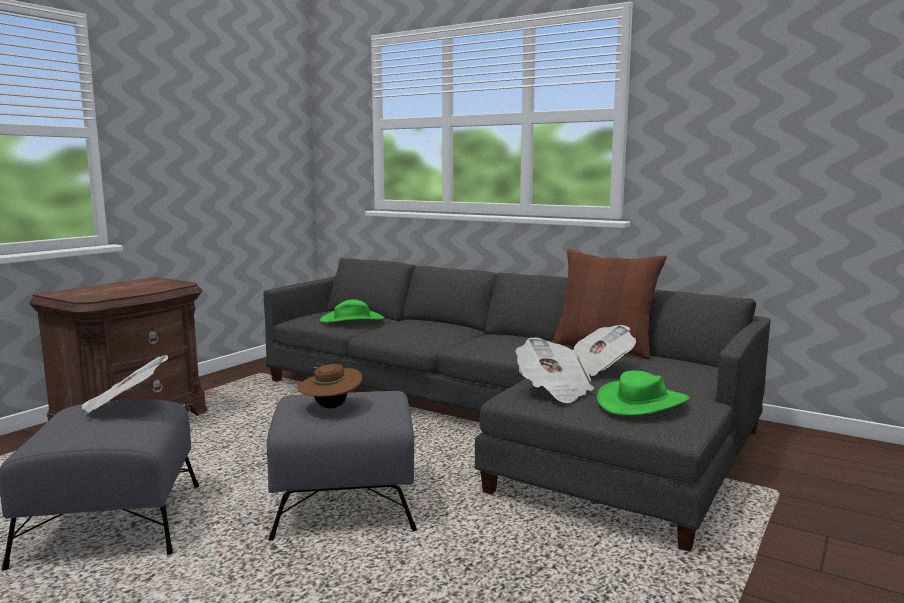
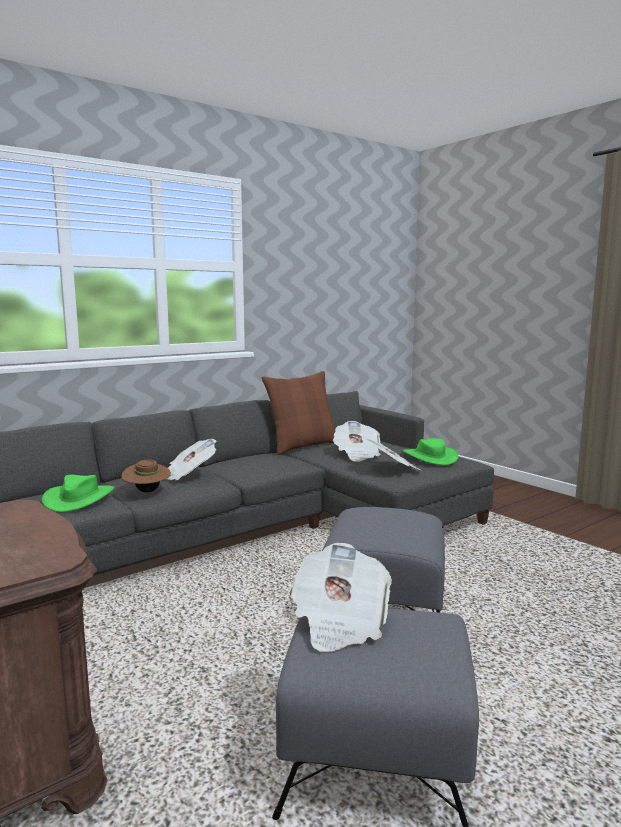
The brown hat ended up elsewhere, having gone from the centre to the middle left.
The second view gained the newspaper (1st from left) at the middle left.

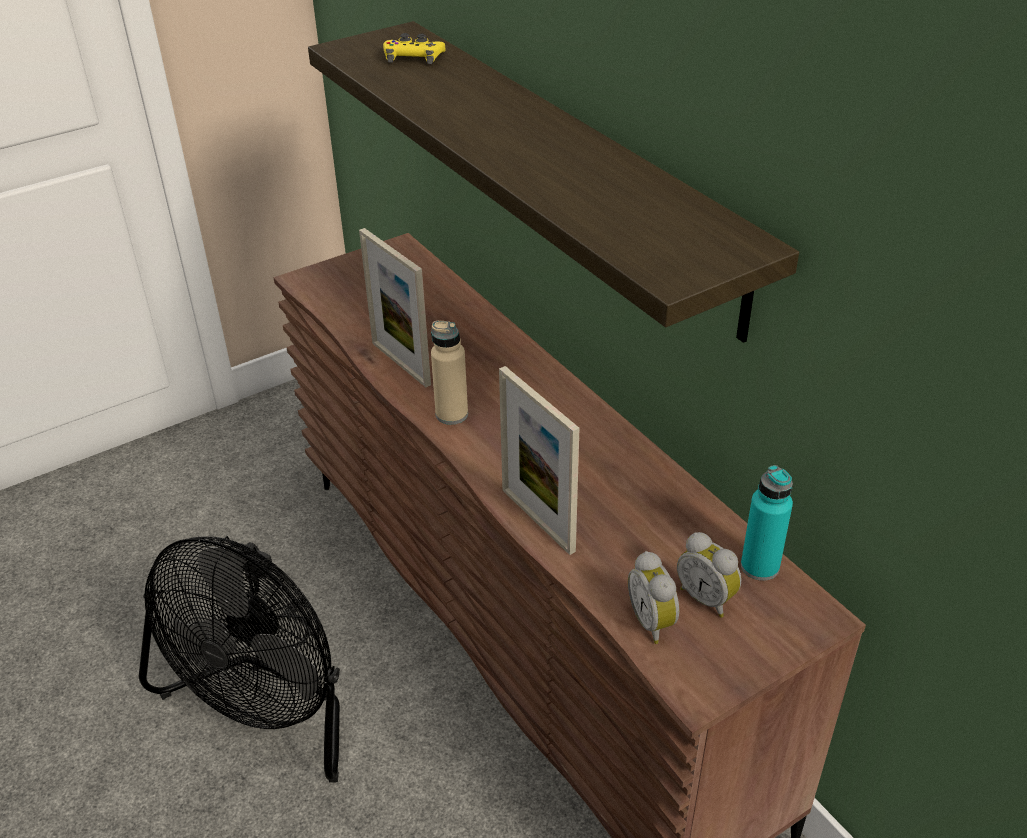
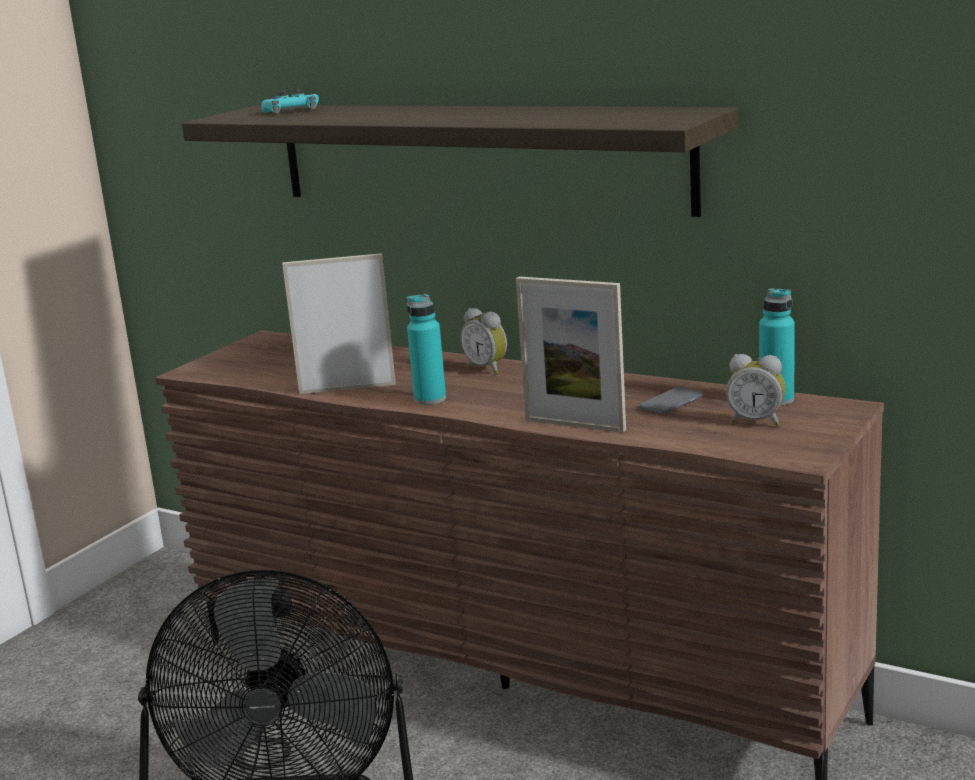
The picture frame (1st from left) at the centre ended up facing another way, 150 degrees clockwise from before.
What was the yellow game controller at the top centre turned into the turquoise game controller at the top left.
What was the beige bottle at the centre turned into the turquoise bottle (1st from left) at the centre.
The alarm clock (1st from left) ended up elsewhere, having gone from the bottom centre to the centre.
The second view gained the phone at the middle right.

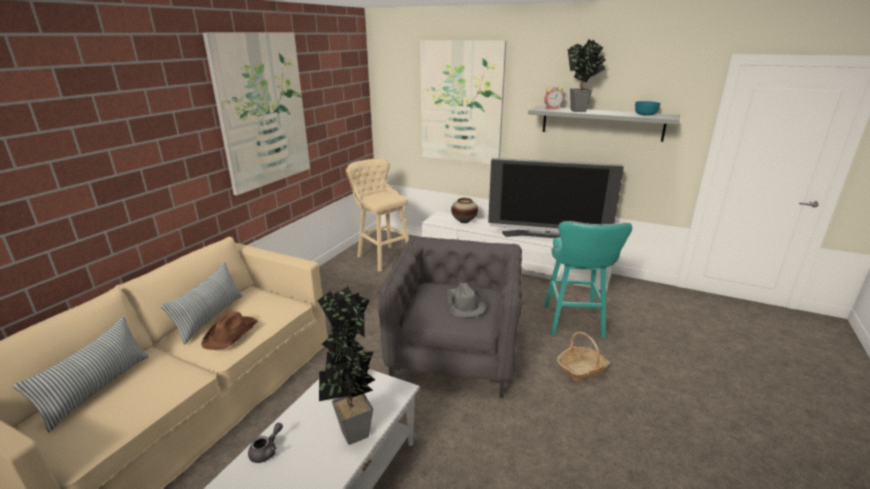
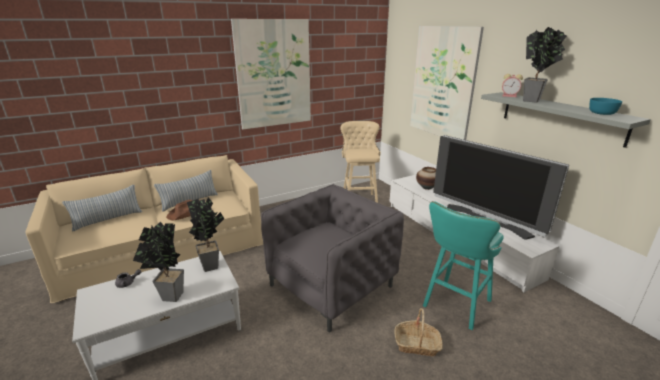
The second view lost the grey hat at the centre.

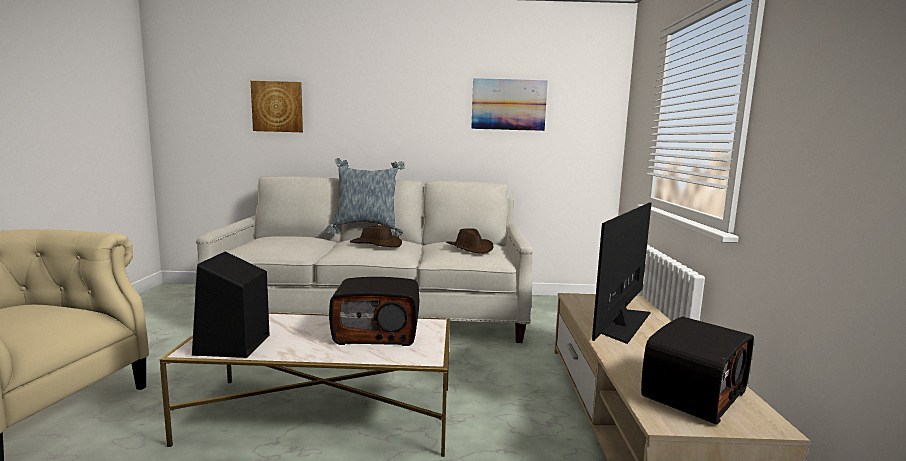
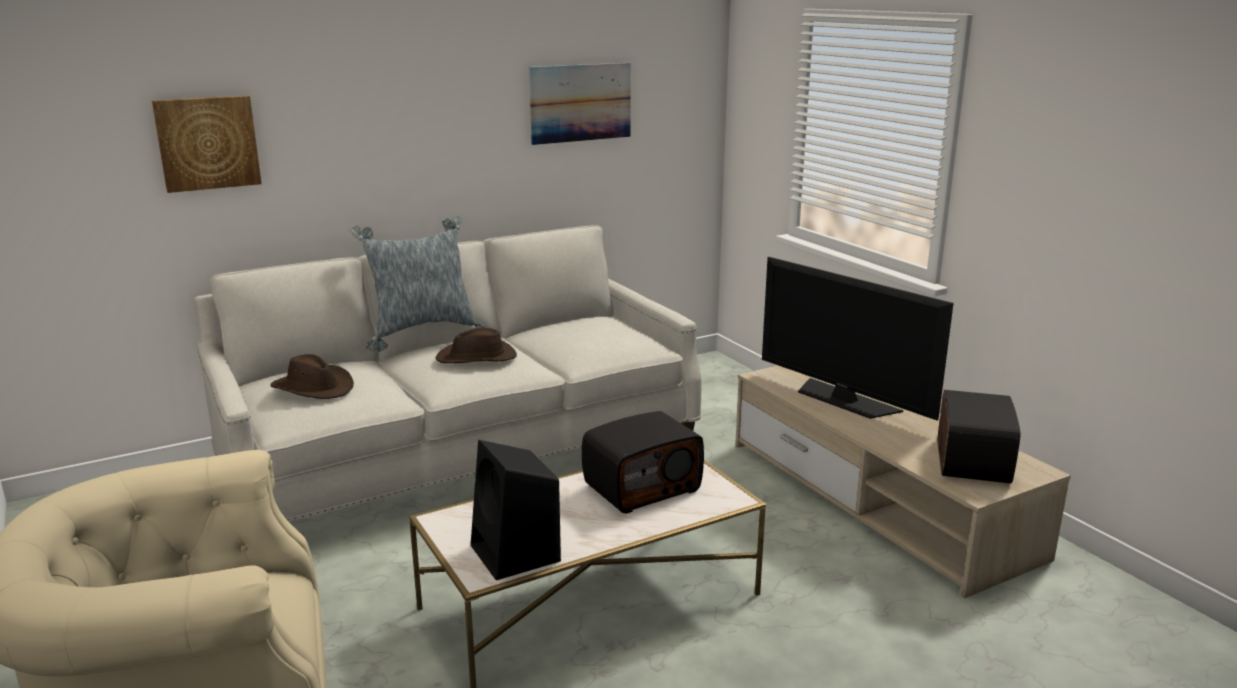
The brown hat (2nd from left in the first image) ended up elsewhere, having gone from the centre to the middle left.
The television at the middle right ended up facing another way, 45 degrees counterclockwise from before.

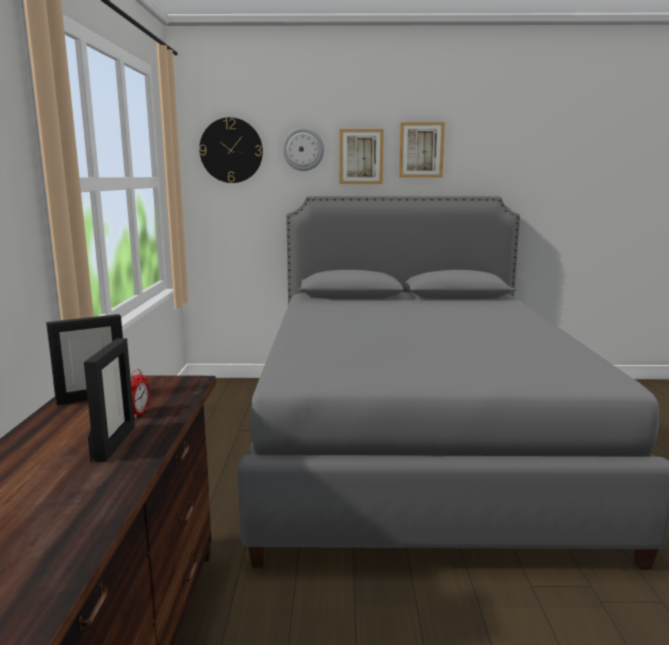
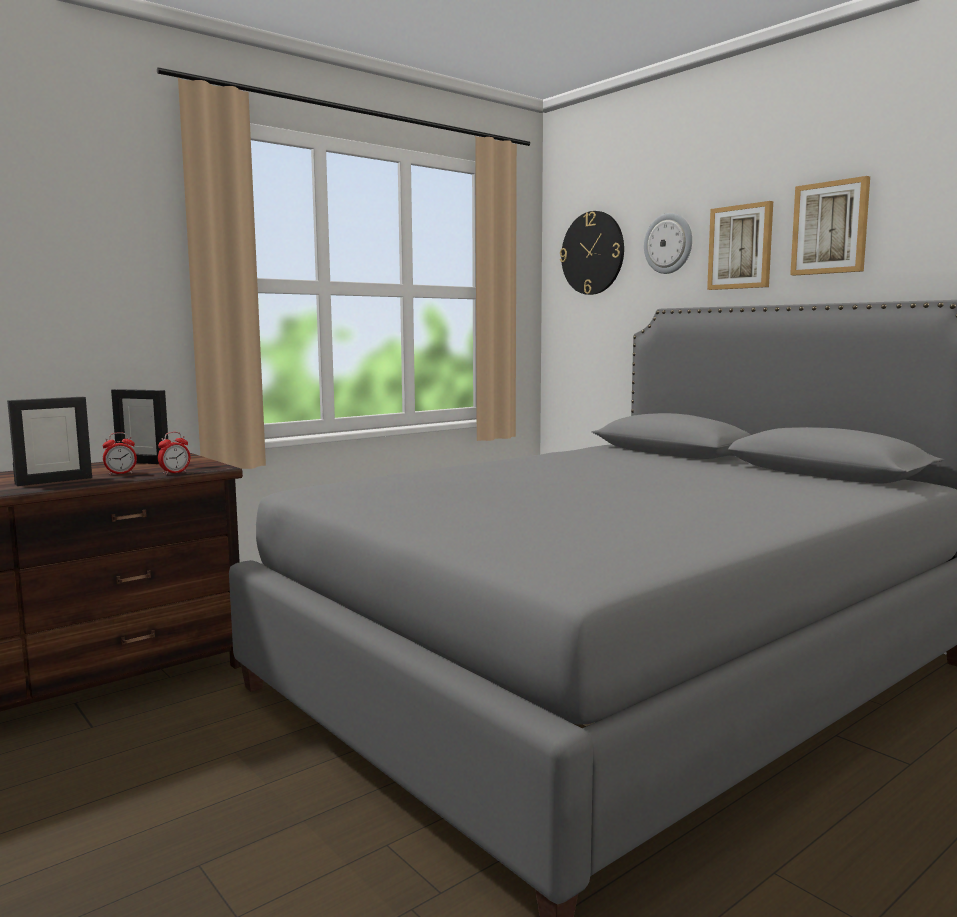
The second view gained the alarm clock (2nd from left) at the middle left.

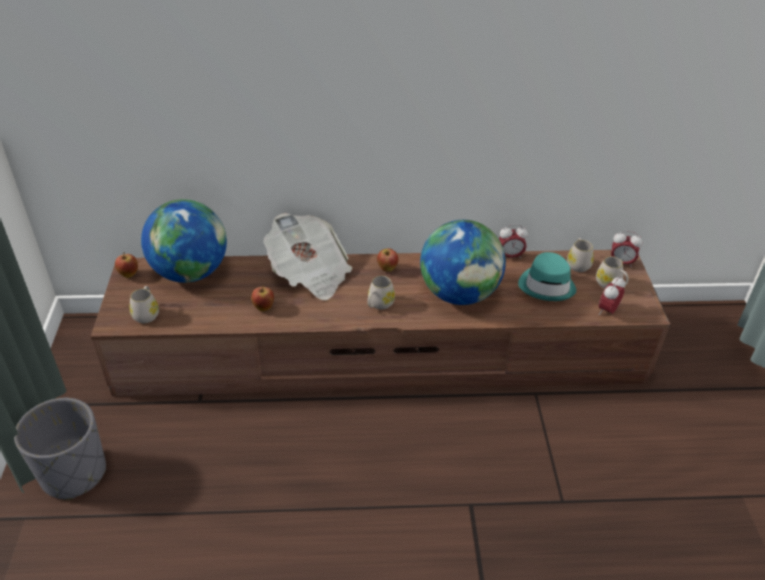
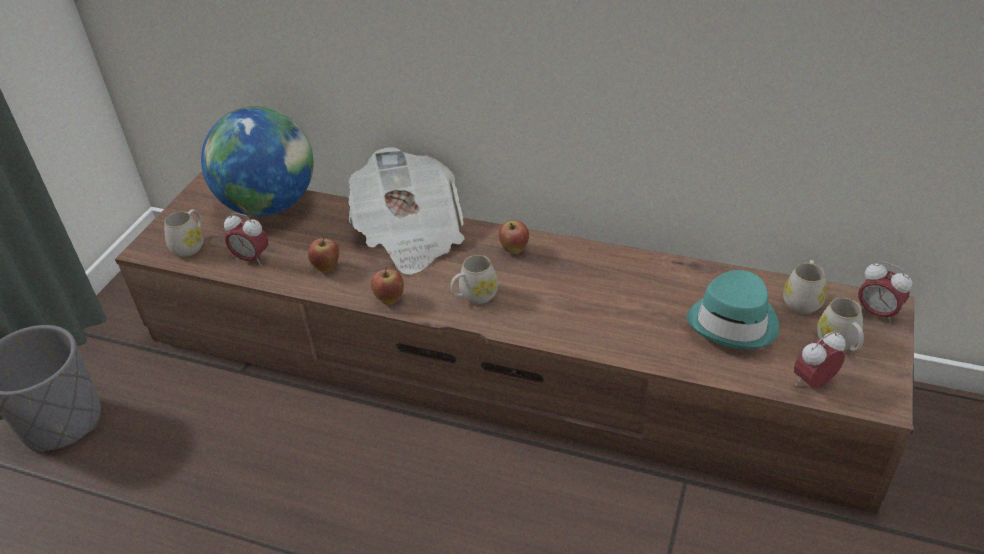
The apple (1st from left in the first image) ended up elsewhere, having gone from the middle left to the centre.
The second view lost the globe (2nd from left) at the centre.
The alarm clock (1st from left) ended up elsewhere, having gone from the middle right to the middle left.

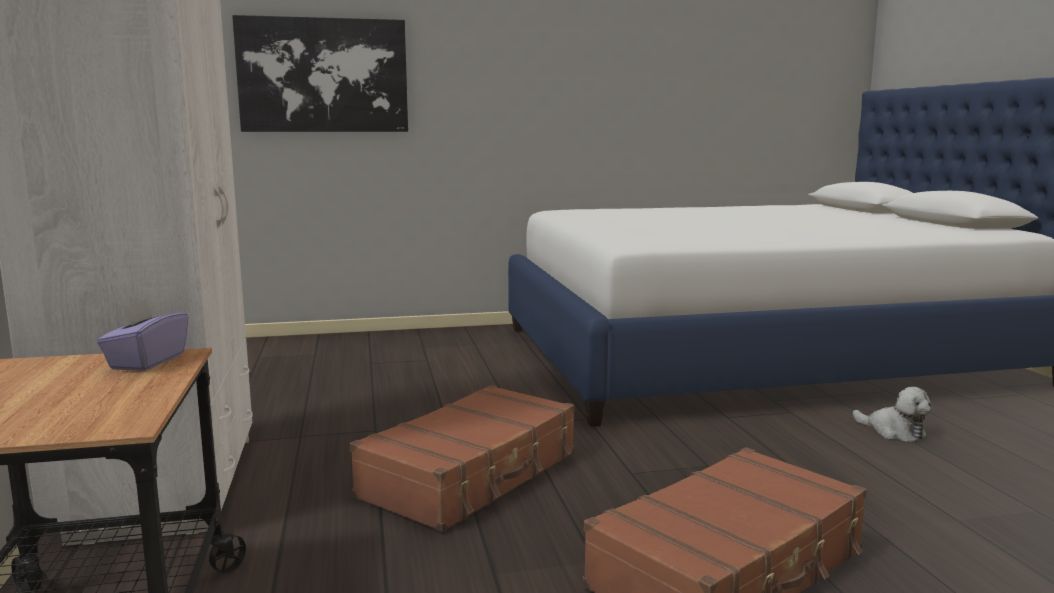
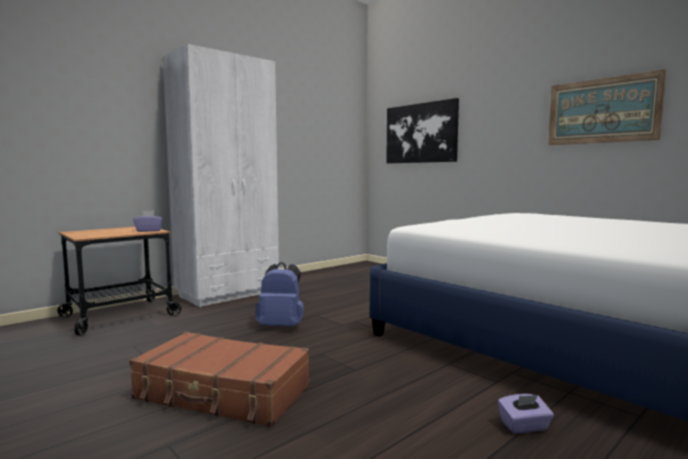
Where the brown suitcase (1st from left) stood at the bottom centre, the blue backpack came to stand at the centre.
Where the plush toy stood at the bottom right, the purple tissue box (2nd from left) came to stand at the bottom right.
The second view gained the picture (2nd from left) at the top right.

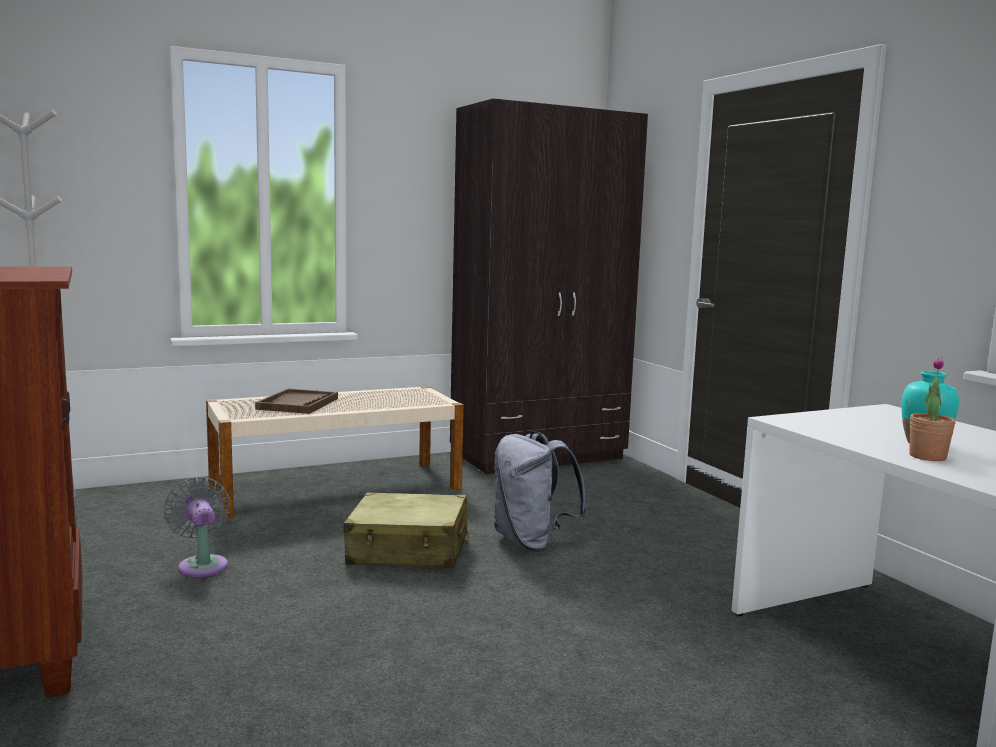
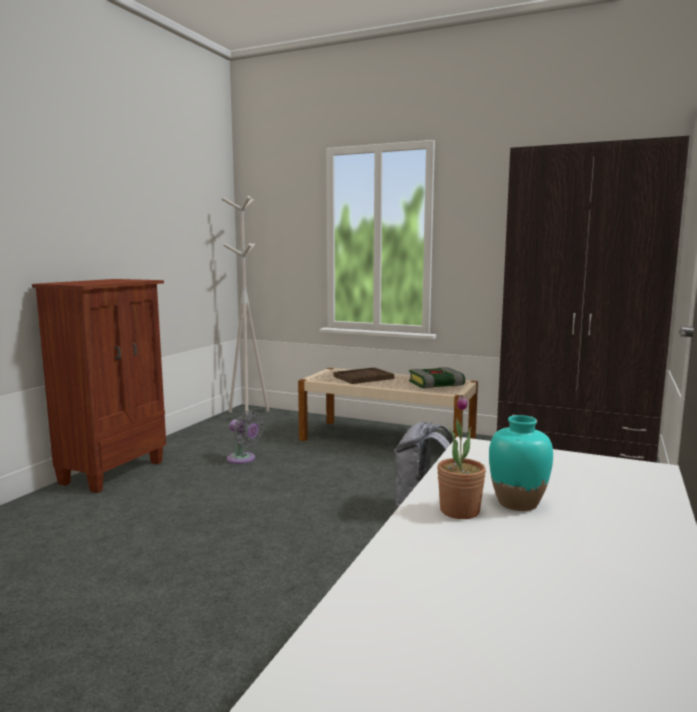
The grey fan at the bottom left ended up facing another way, 105 degrees clockwise from before.
The second view lost the beige suitcase at the bottom centre.
The second view gained the book at the centre.

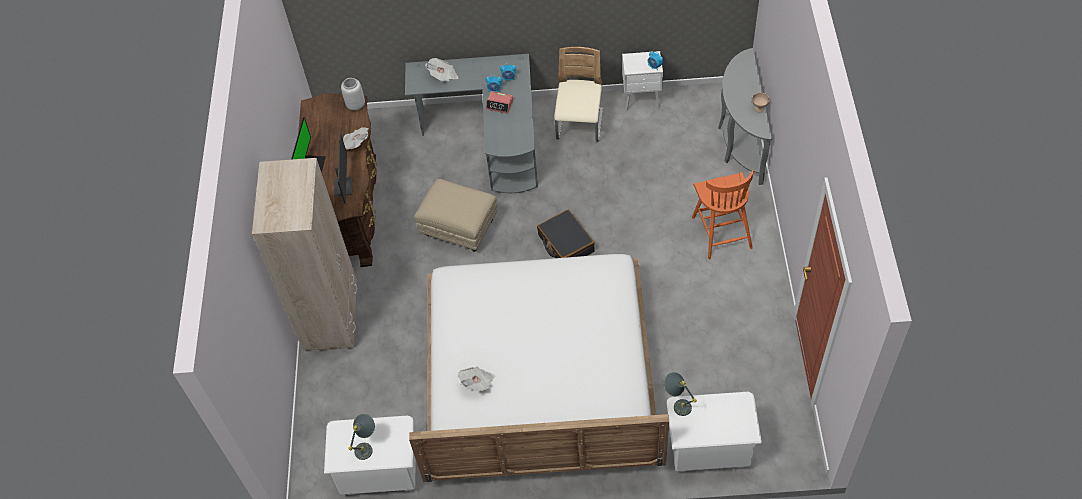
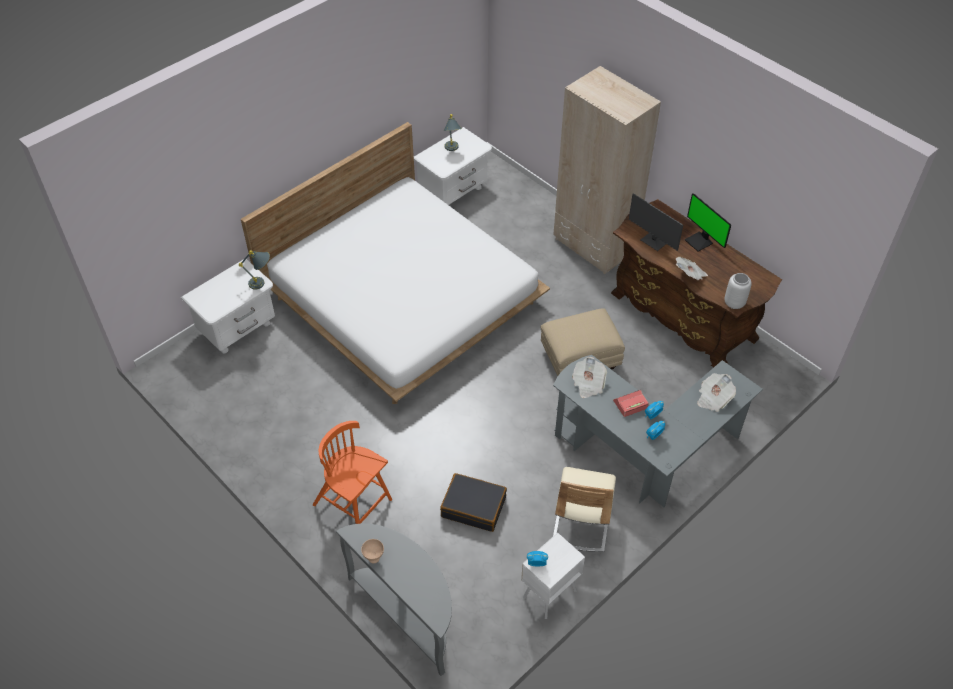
The newspaper (3rd from left in the first image) ended up elsewhere, having gone from the bottom centre to the centre.
The black suitcase ended up elsewhere, having gone from the centre to the bottom centre.
The beige chair at the top centre ended up facing another way, 45 degrees clockwise from before.

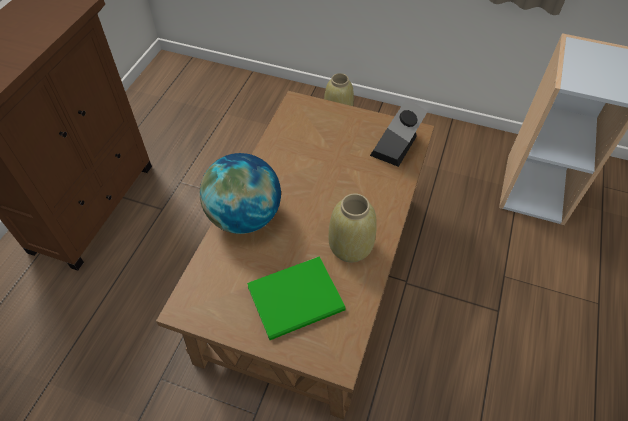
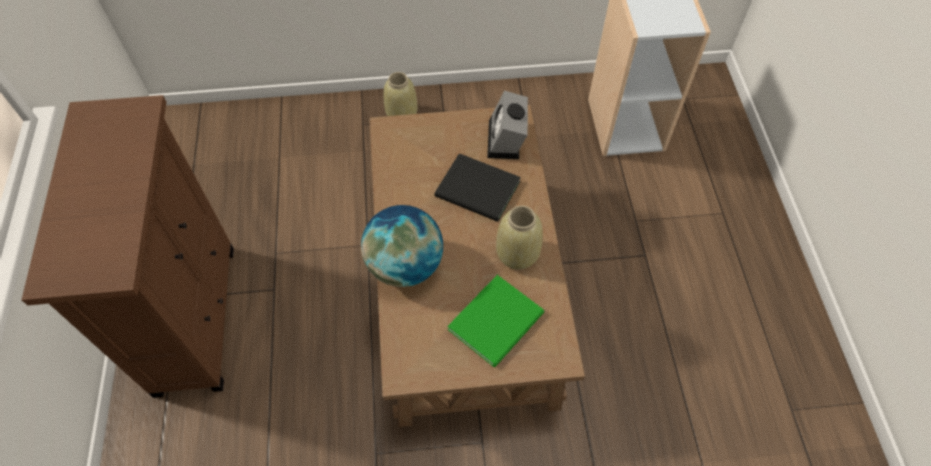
The second view gained the black book at the centre.

